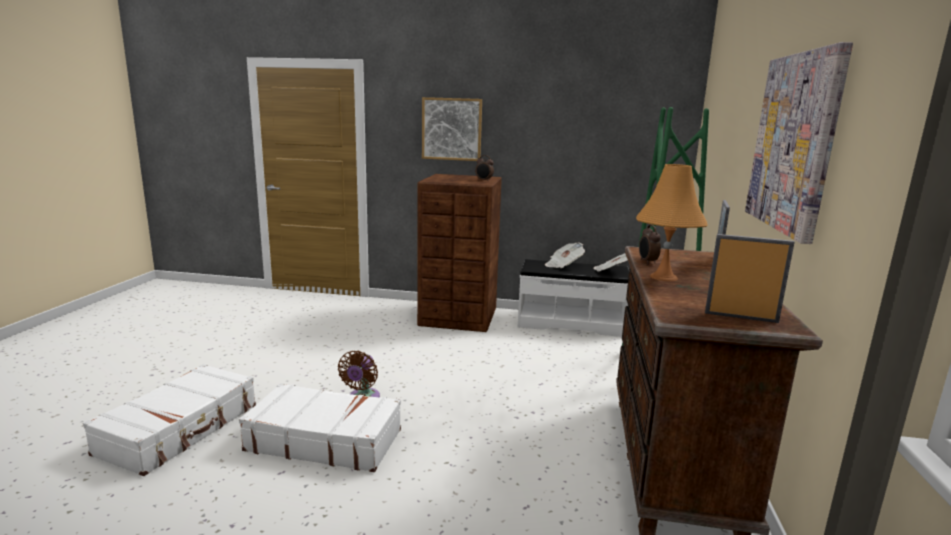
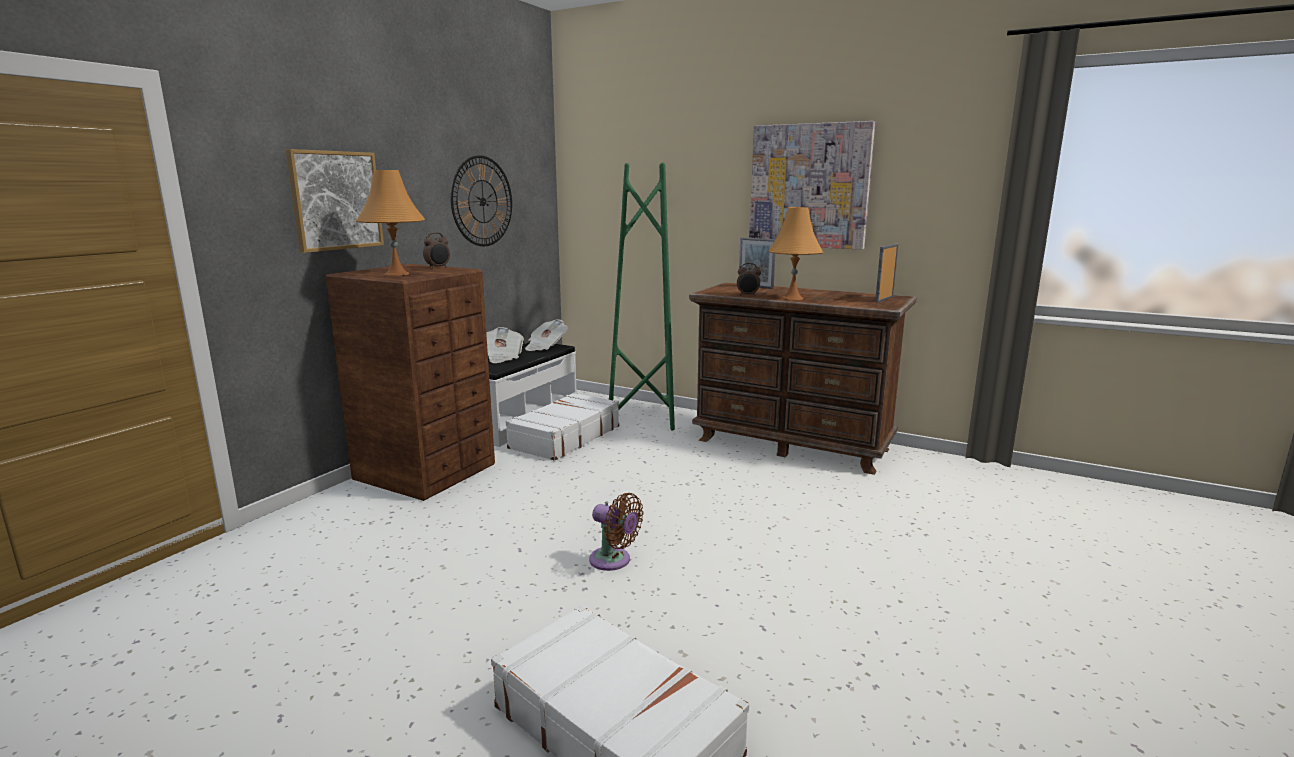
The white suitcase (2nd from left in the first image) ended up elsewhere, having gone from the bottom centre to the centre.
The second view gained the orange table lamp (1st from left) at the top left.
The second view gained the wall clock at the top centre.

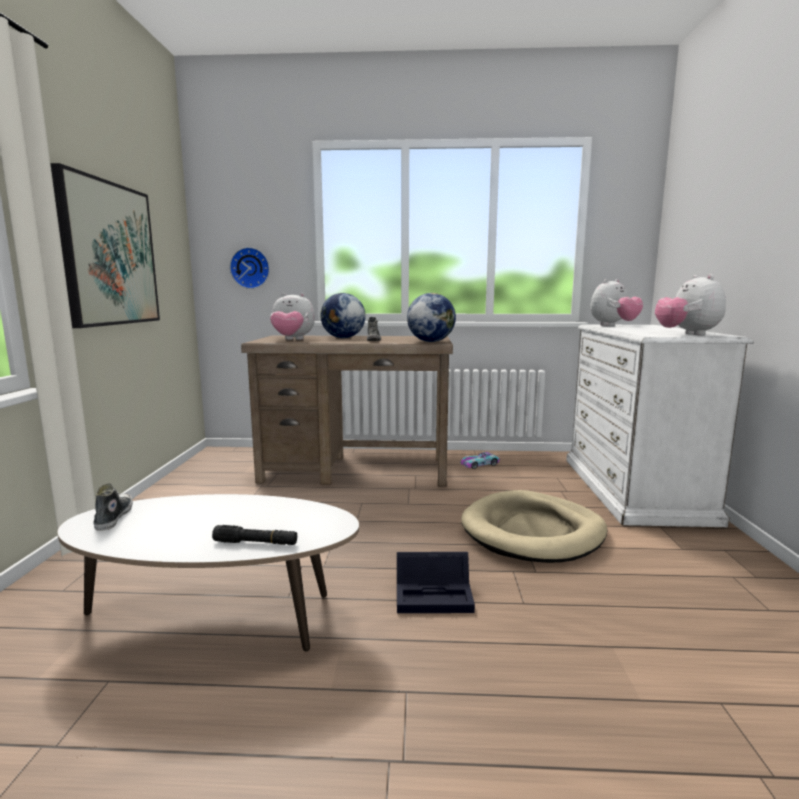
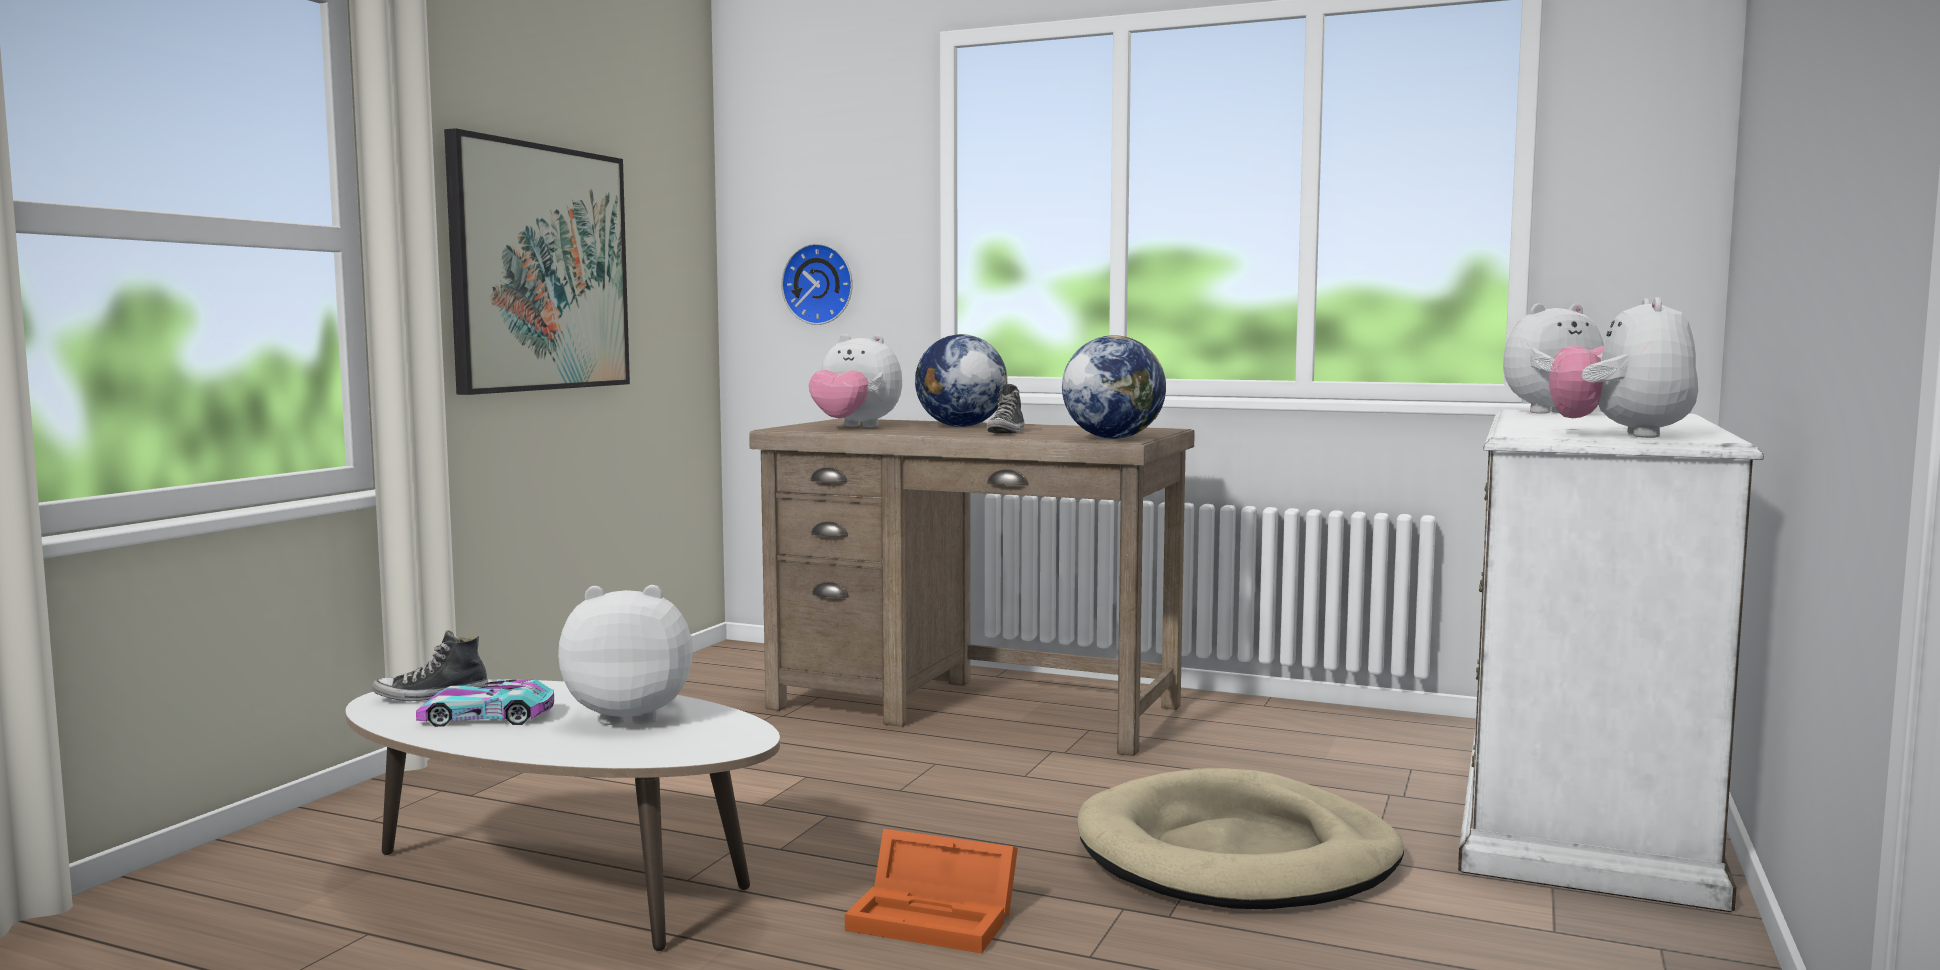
The shoe (1st from left) at the middle left ended up facing another way, 120 degrees counterclockwise from before.
The second view lost the black flashlight at the bottom left.
What was the black storage box at the bottom centre turned into the orange storage box at the bottom centre.
The toy car ended up elsewhere, having gone from the centre to the bottom left.
The second view gained the plush toy (1st from left) at the bottom left.

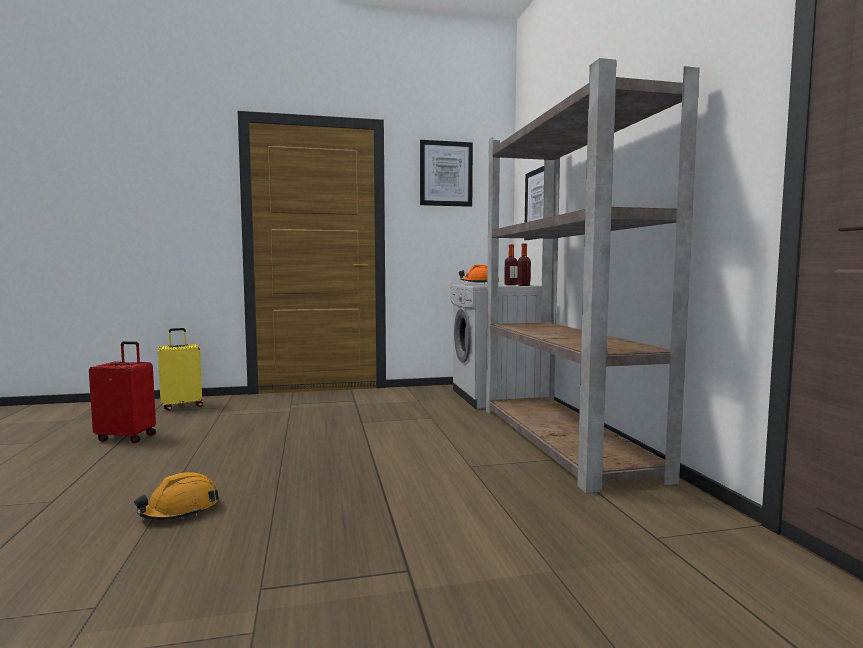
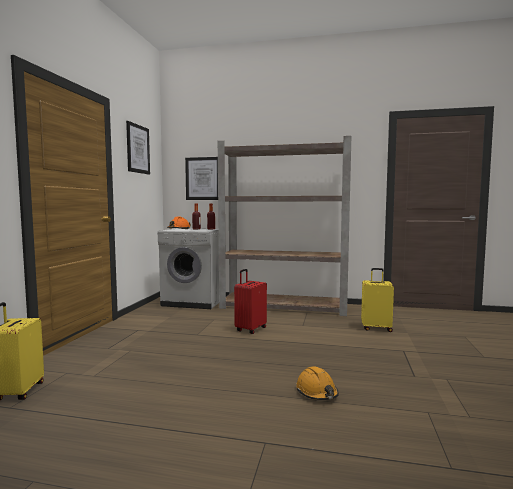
The red suitcase ended up elsewhere, having gone from the middle left to the centre.
The second view gained the yellow suitcase (2nd from left) at the middle right.

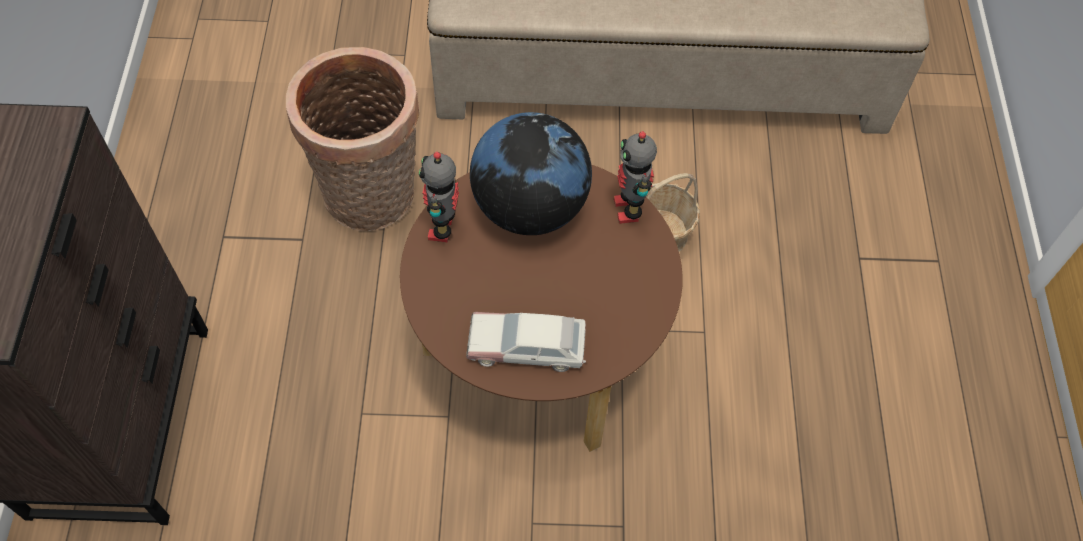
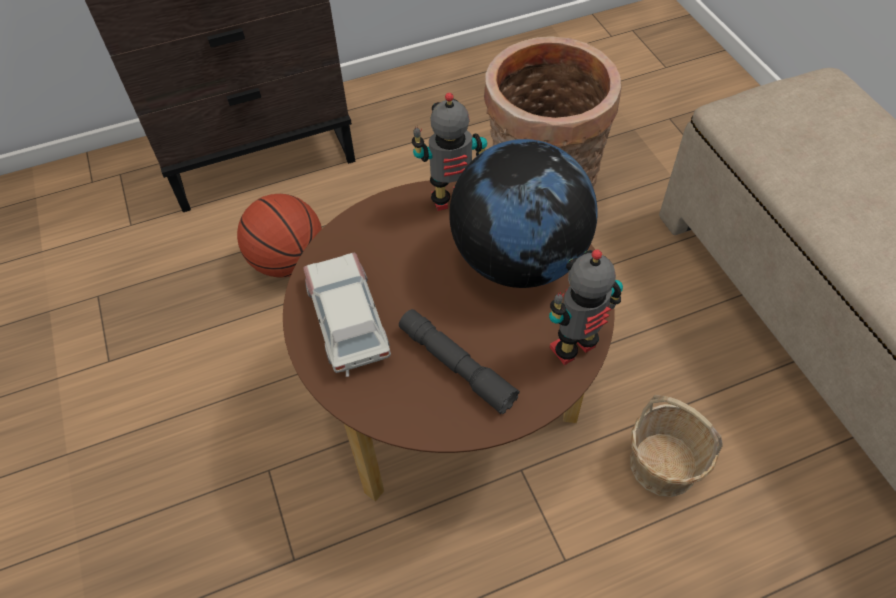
The second view gained the basketball at the middle left.
The second view gained the grey flashlight at the centre.

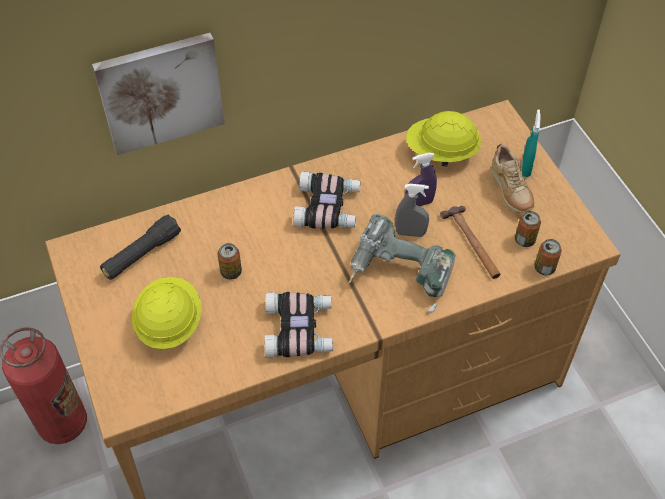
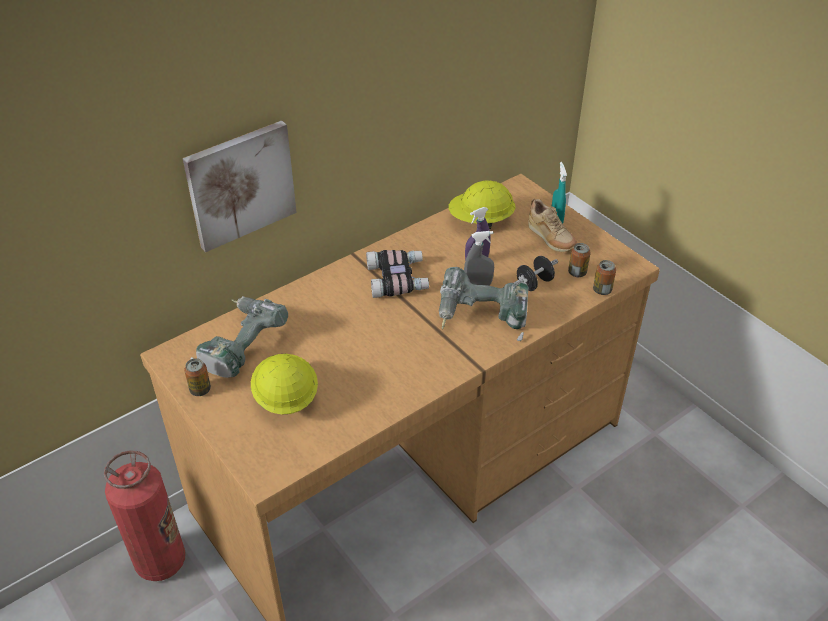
Where the black flashlight stood at the middle left, the power drill (1st from left) came to stand at the middle left.
The can (1st from left) ended up elsewhere, having gone from the centre to the middle left.
The second view lost the binoculars (1st from left) at the centre.
Where the hammer stood at the middle right, the black dumbbell came to stand at the centre.

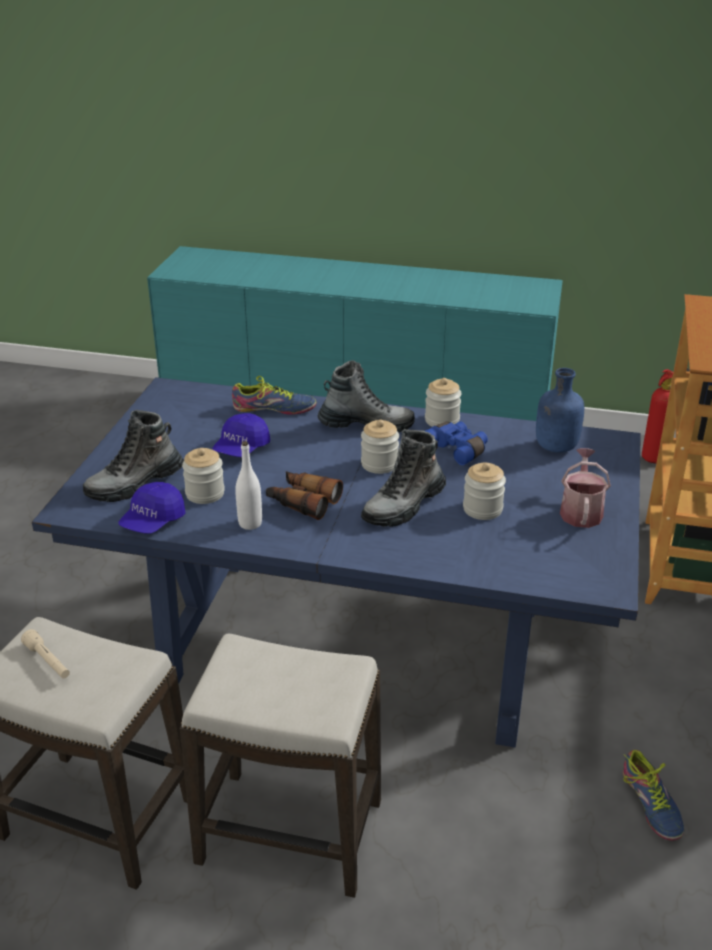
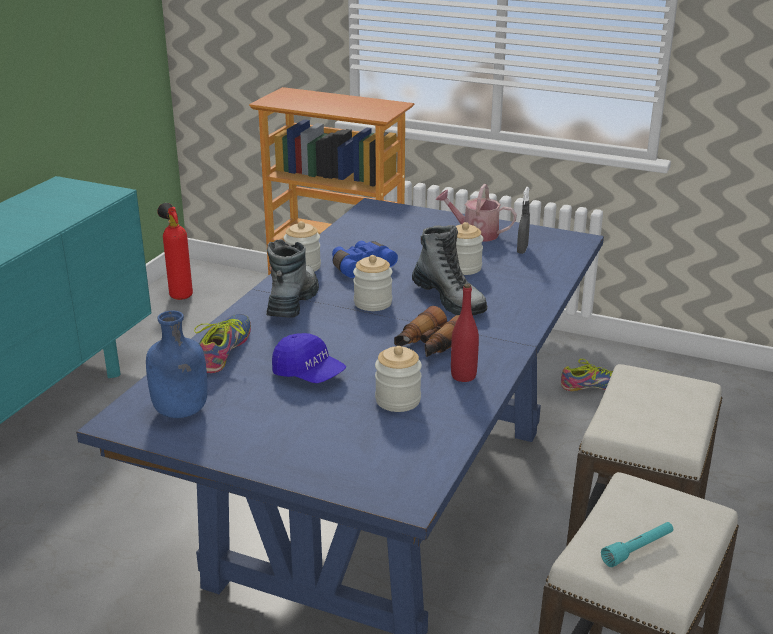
What was the beige flashlight at the bottom left turned into the turquoise flashlight at the bottom right.
The second view lost the boot (1st from left) at the middle left.
The second view lost the blue cap (1st from left) at the middle left.
What was the white bottle at the centre turned into the red bottle at the centre.
The blue bottle ended up elsewhere, having gone from the middle right to the middle left.
The second view gained the grey spray bottle at the middle right.

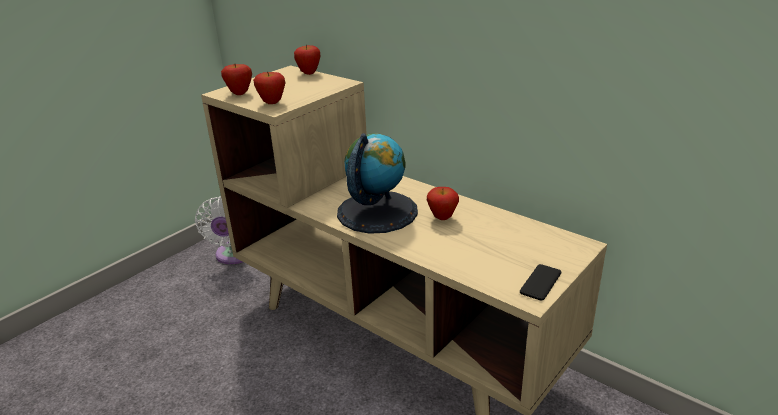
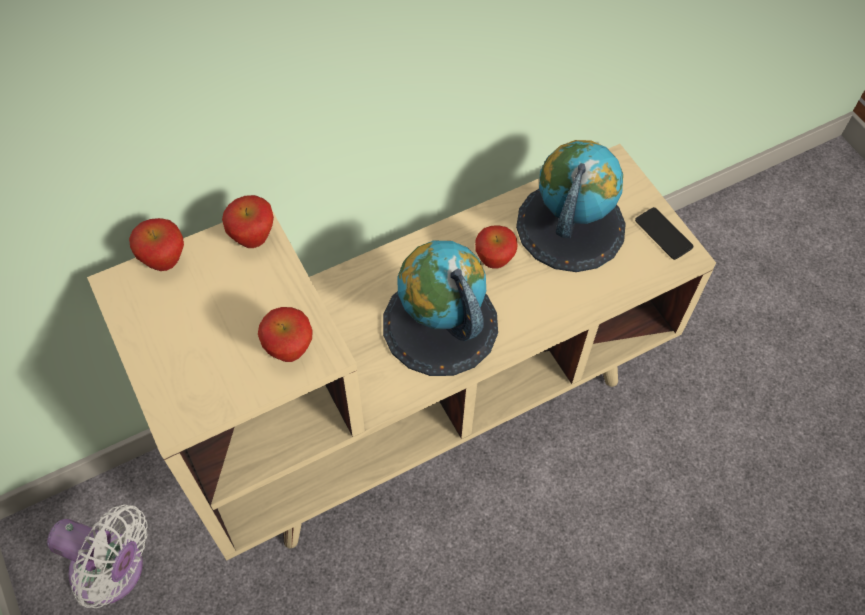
The apple (1st from left in the first image) ended up elsewhere, having gone from the top left to the middle left.
The second view gained the globe (2nd from left) at the centre.

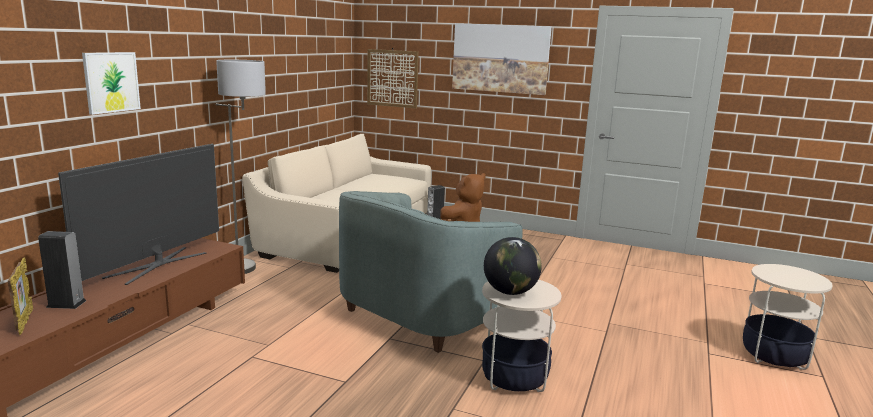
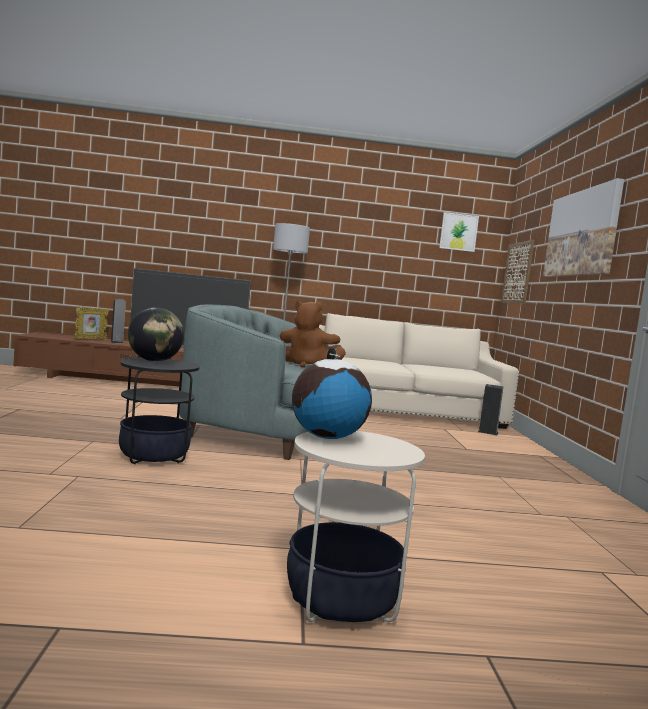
The picture (1st from left) ended up elsewhere, having gone from the top left to the top right.
What was the beige side table (1st from left) at the bottom centre turned into the black side table at the middle left.
The second view gained the globe (2nd from left) at the centre.

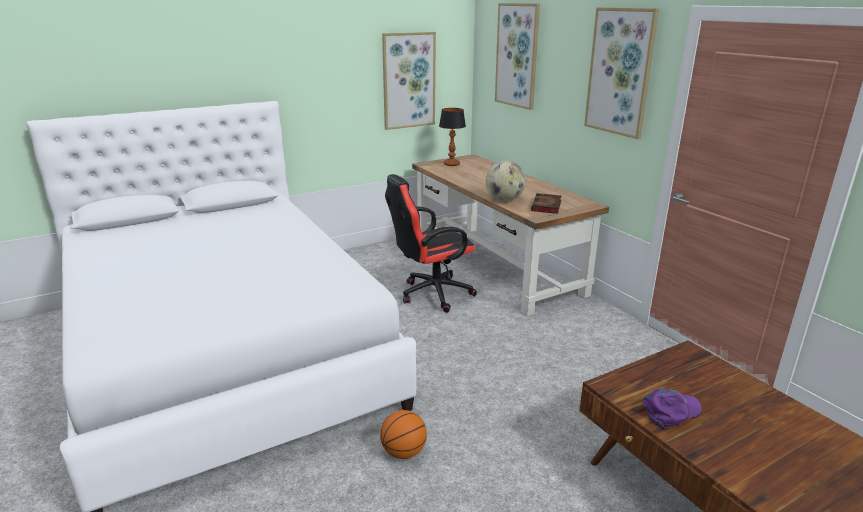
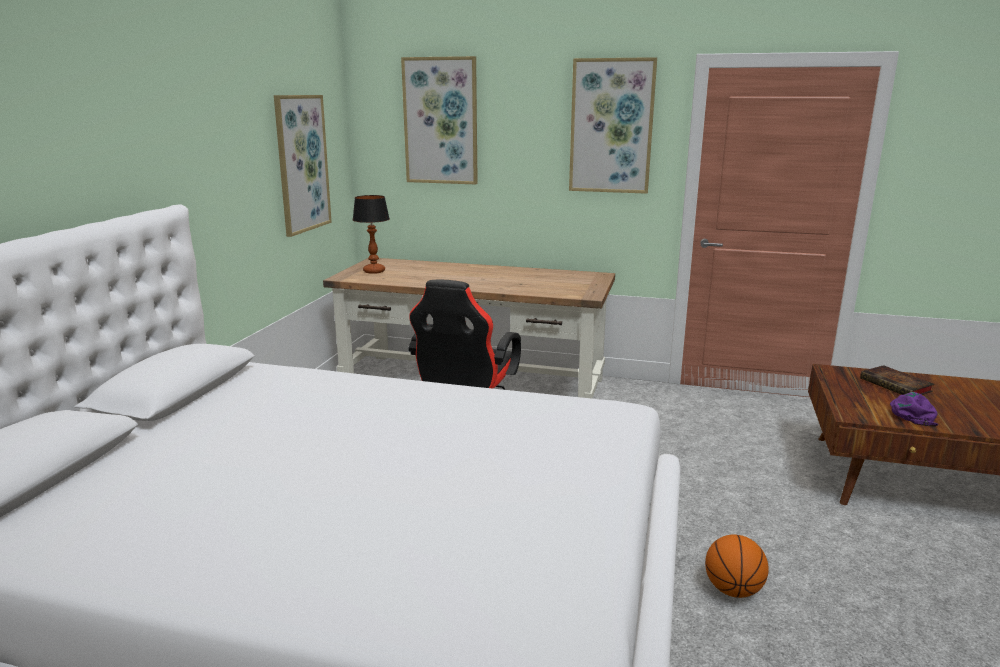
The second view lost the globe at the centre.
The book ended up elsewhere, having gone from the centre to the middle right.

